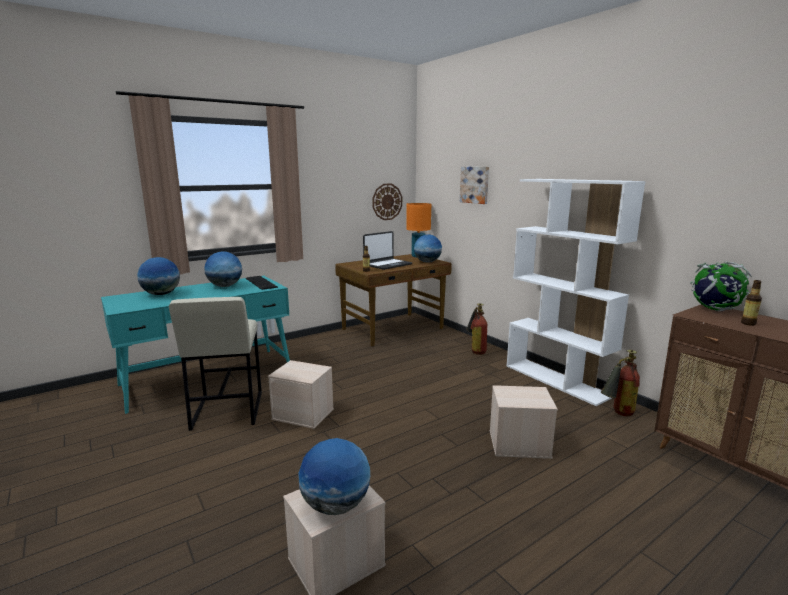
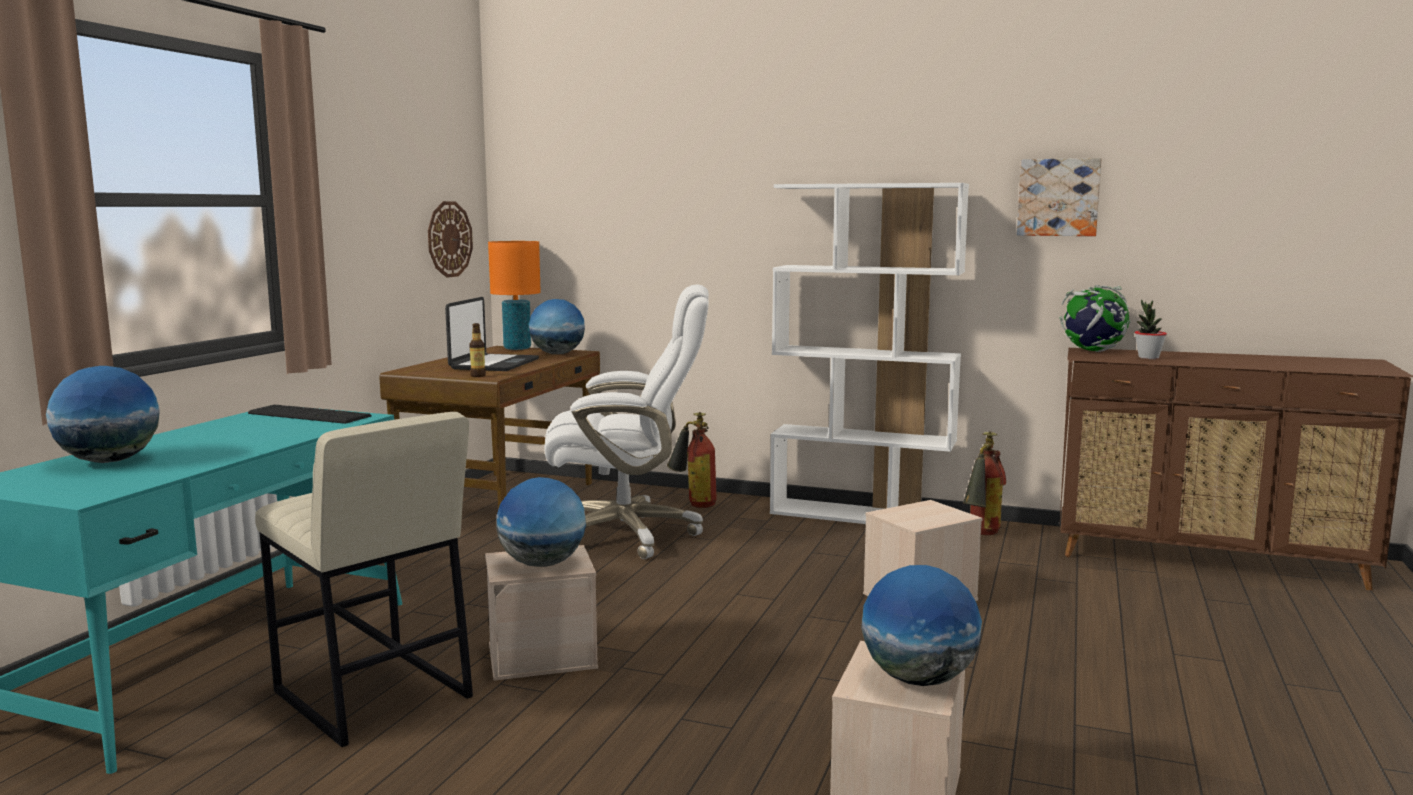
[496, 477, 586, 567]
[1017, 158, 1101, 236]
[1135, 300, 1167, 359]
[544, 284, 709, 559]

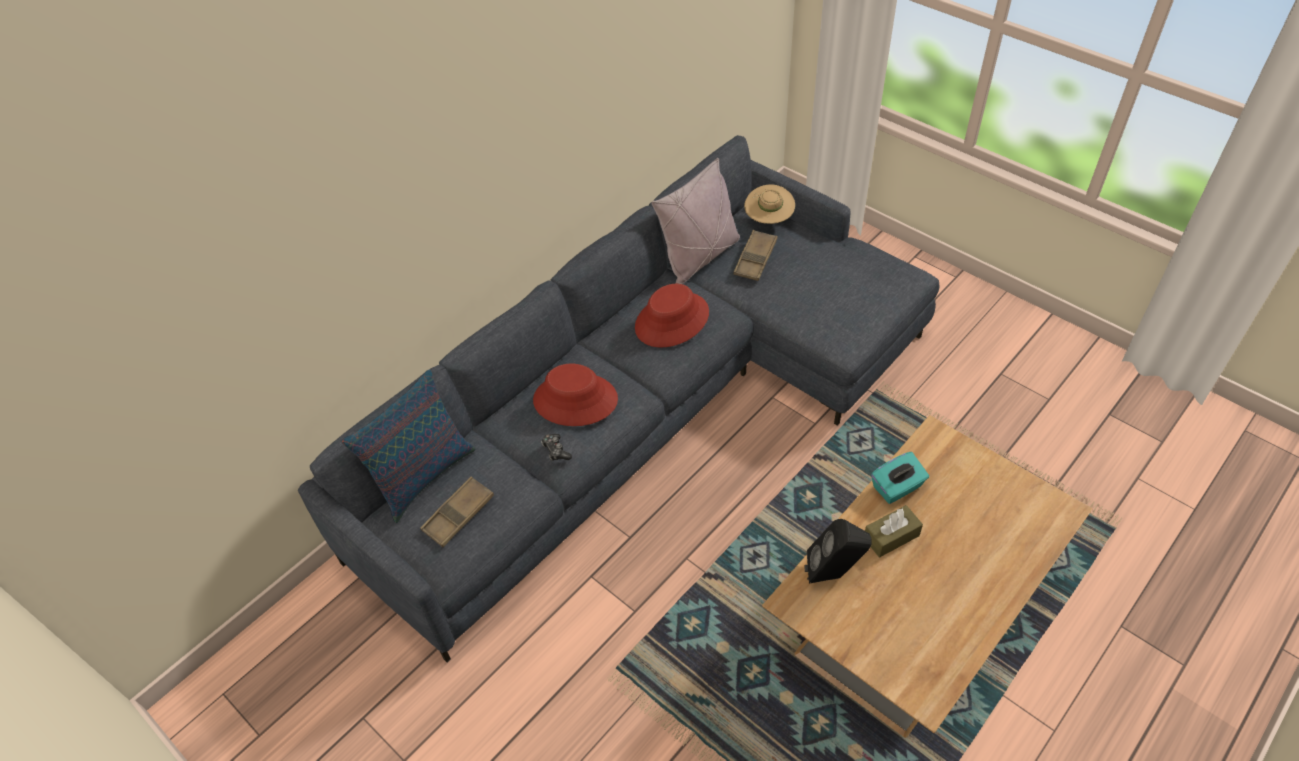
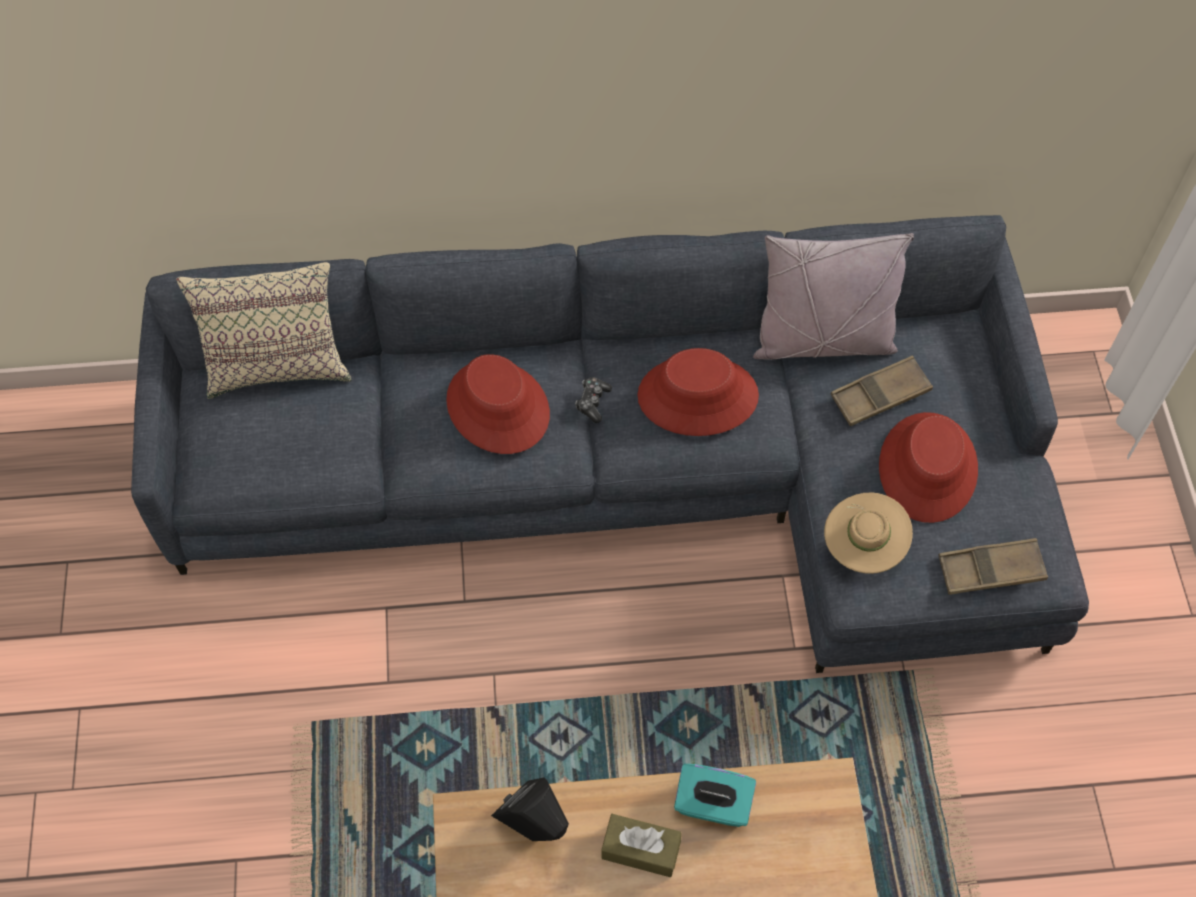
[176, 262, 352, 399]
[938, 538, 1048, 595]
[575, 377, 612, 423]
[824, 493, 913, 574]
[879, 412, 978, 523]

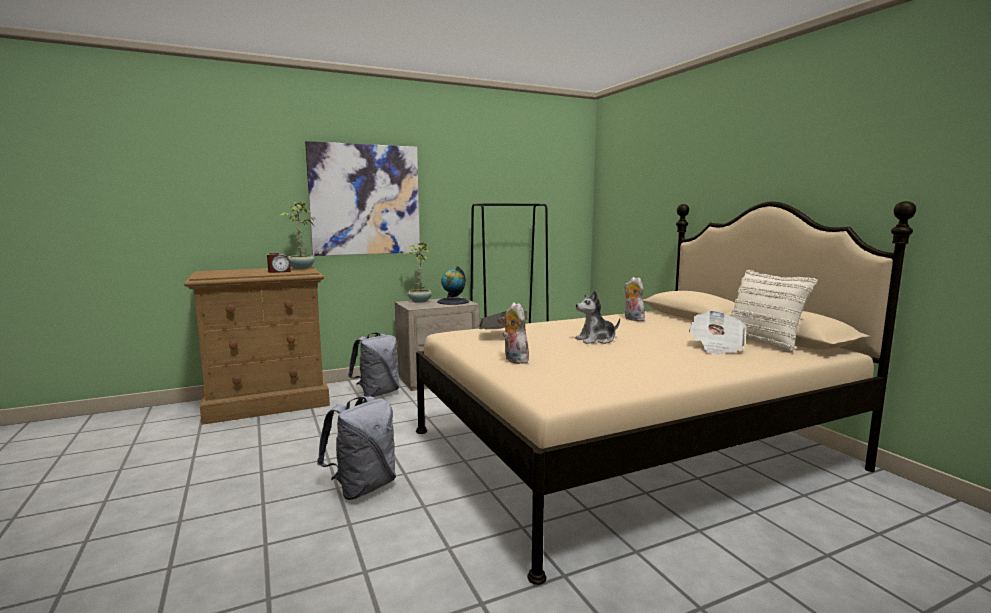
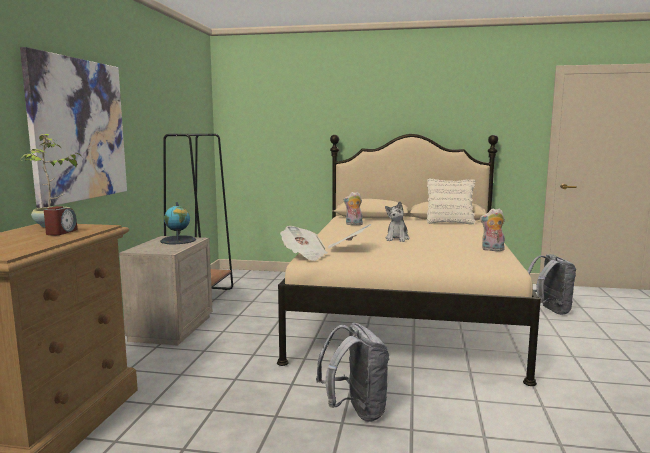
[527, 254, 576, 315]
[402, 243, 432, 303] (first image)
[480, 208, 505, 251]
[280, 226, 328, 261]

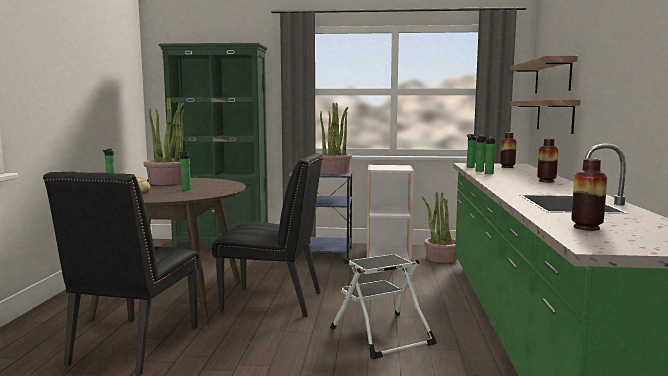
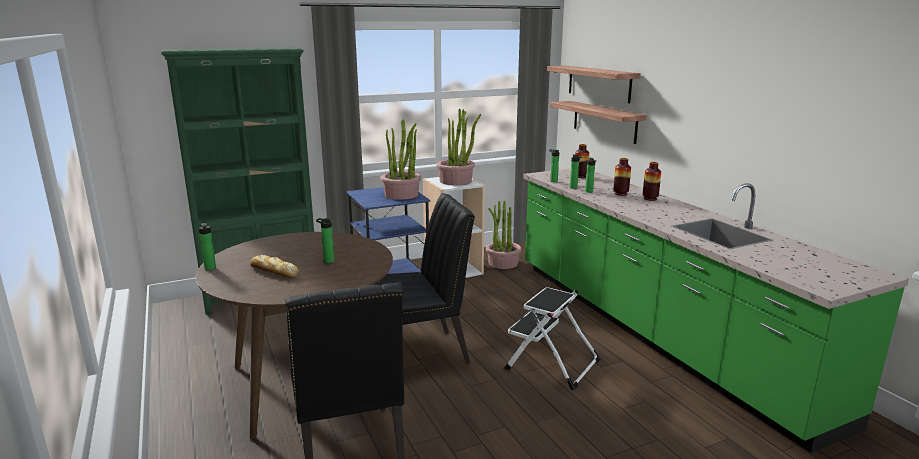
[436, 109, 481, 185]
[613, 158, 631, 196]

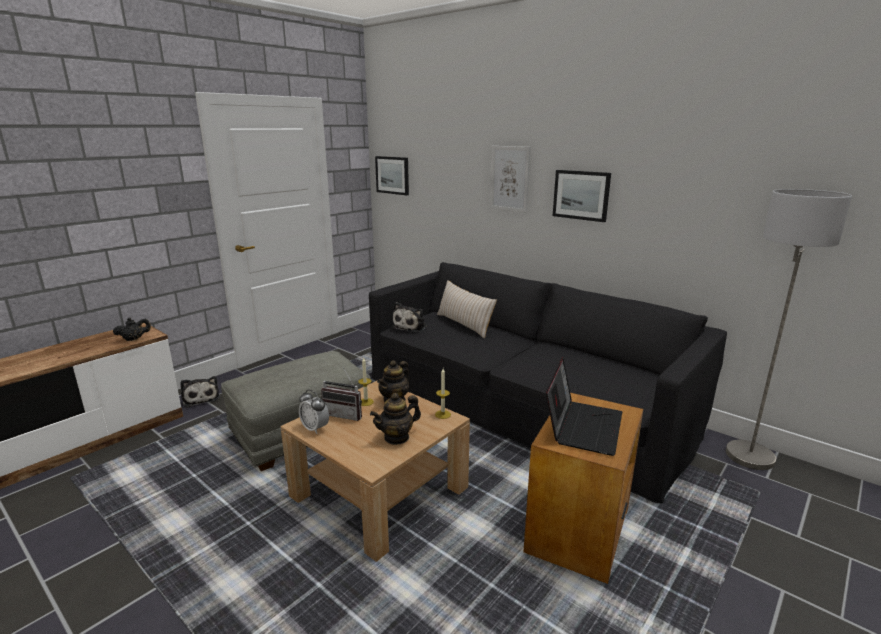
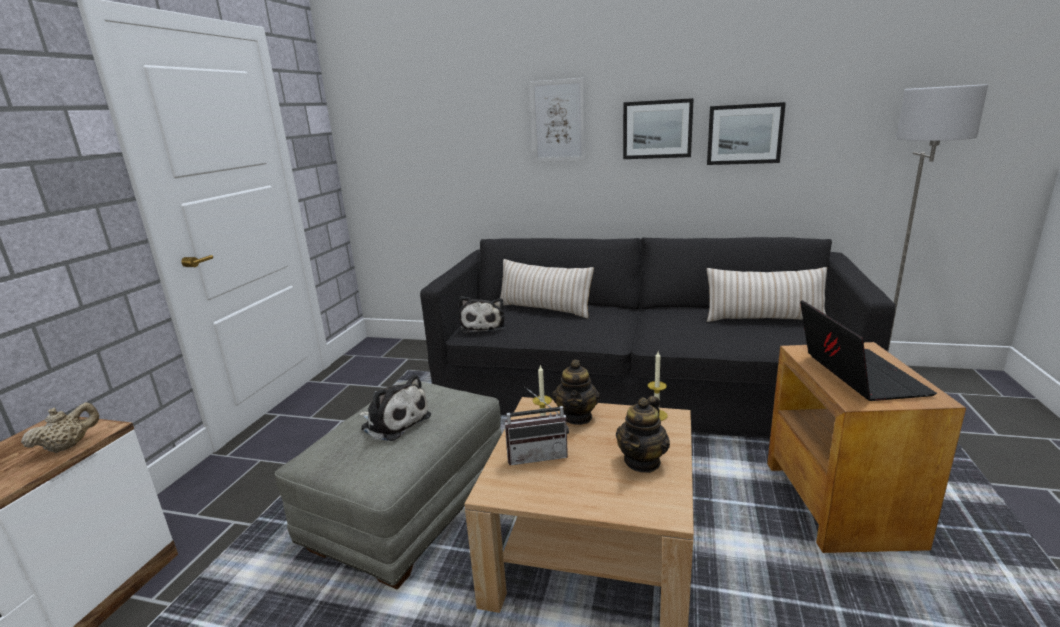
[21, 402, 99, 453]
[359, 374, 431, 441]
[299, 390, 329, 434] (first image)
[707, 102, 786, 165]
[707, 267, 827, 322]

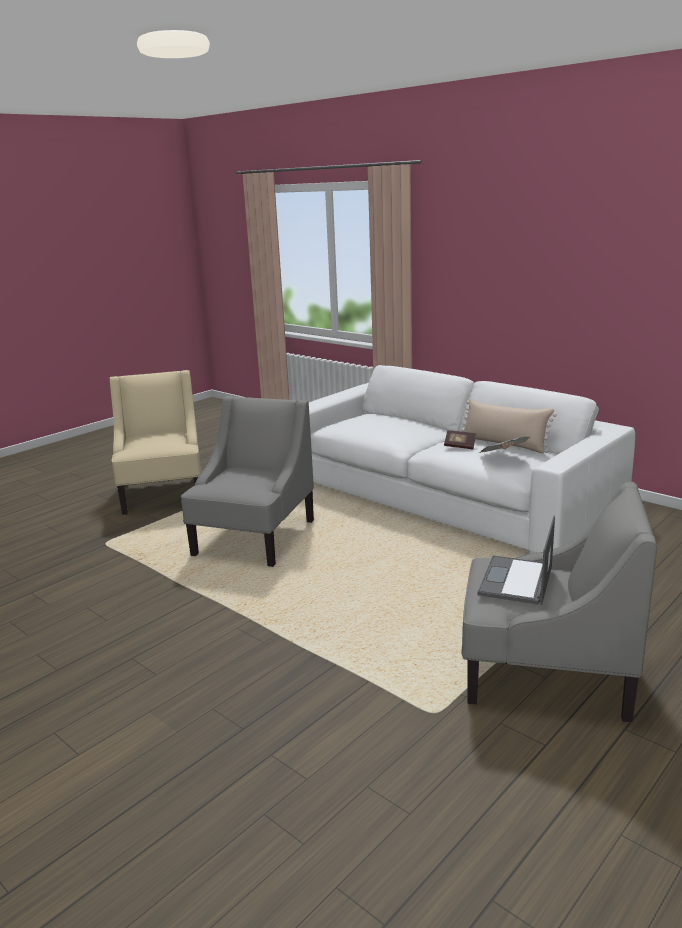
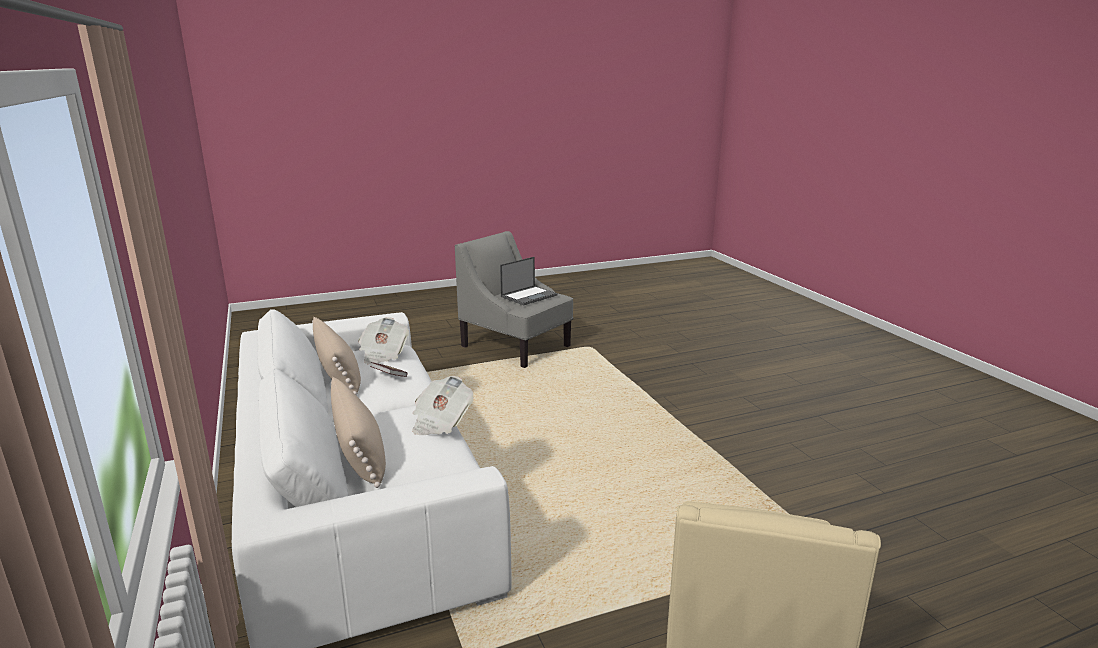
[181, 396, 314, 567] (first image)
[331, 377, 386, 488]
[412, 376, 474, 435]

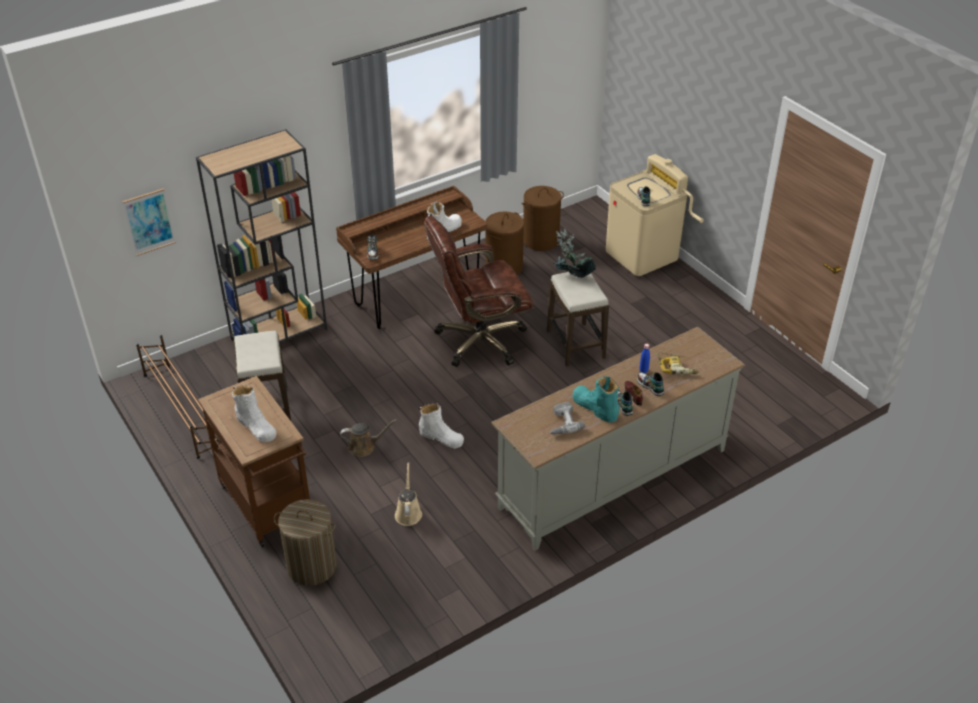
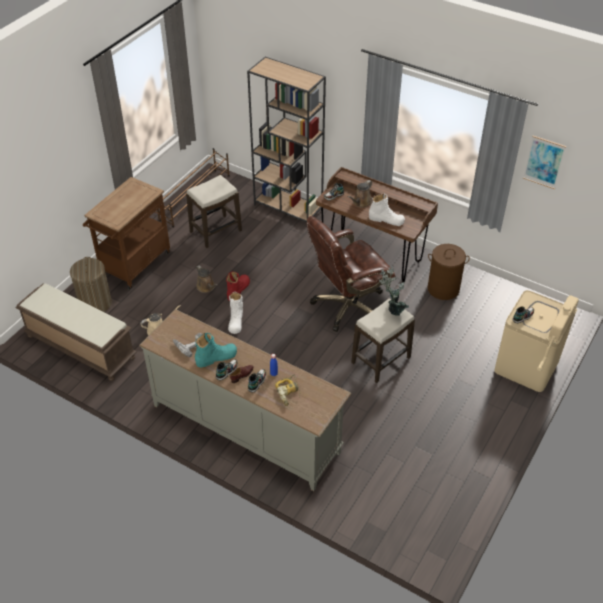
[523, 136, 566, 189]
[232, 386, 276, 442] (first image)
[307, 216, 395, 332]
[521, 186, 564, 251] (first image)
[195, 333, 237, 367]
[15, 283, 137, 381]
[226, 271, 250, 301]
[347, 180, 372, 208]

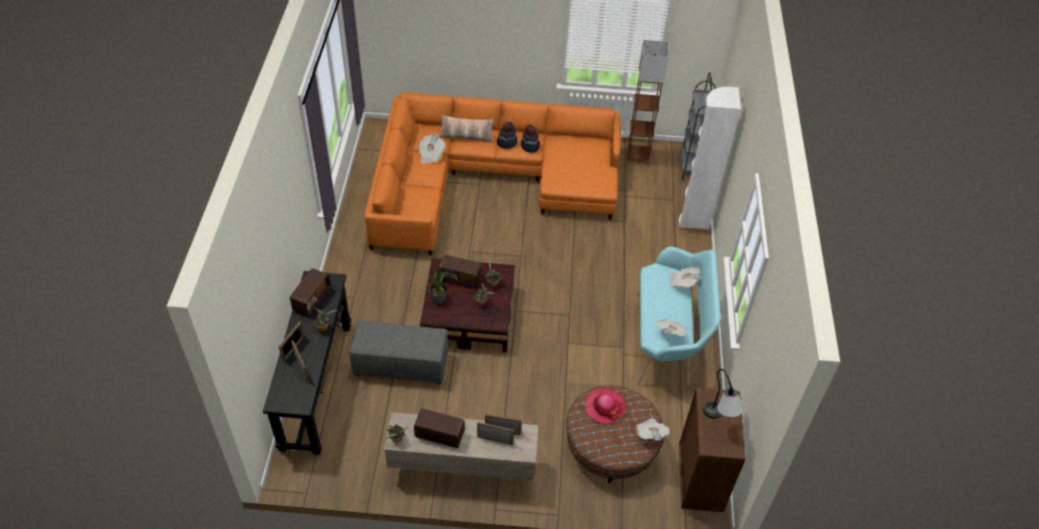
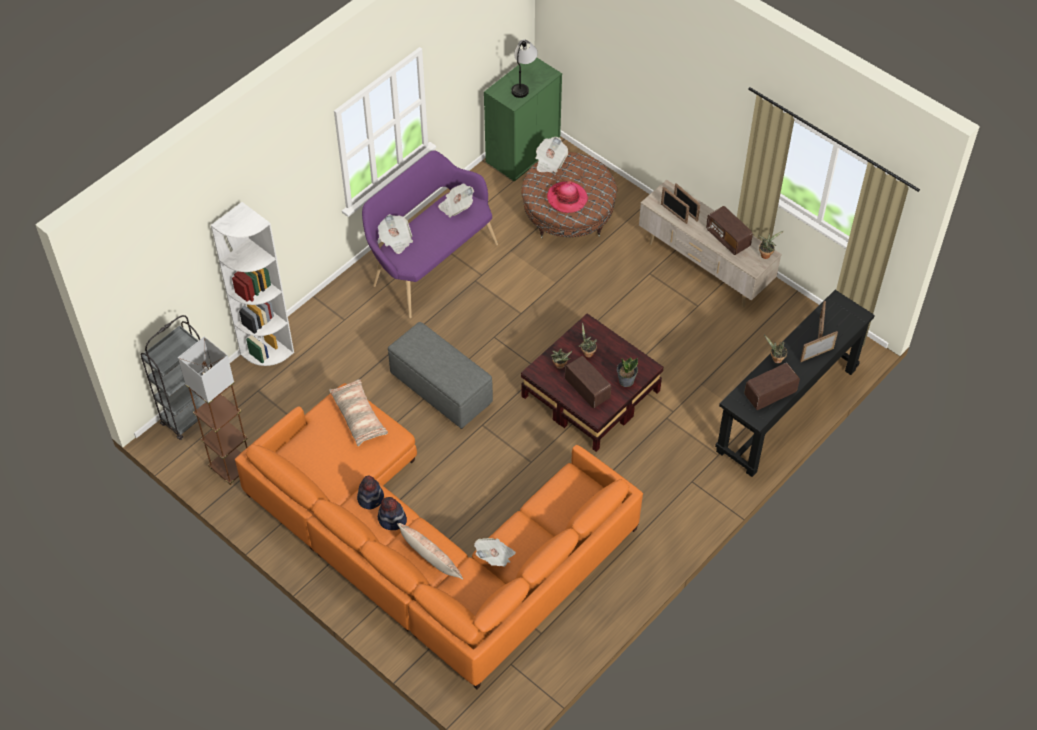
[388, 322, 493, 429]
[362, 150, 498, 318]
[484, 57, 562, 182]
[329, 379, 388, 446]

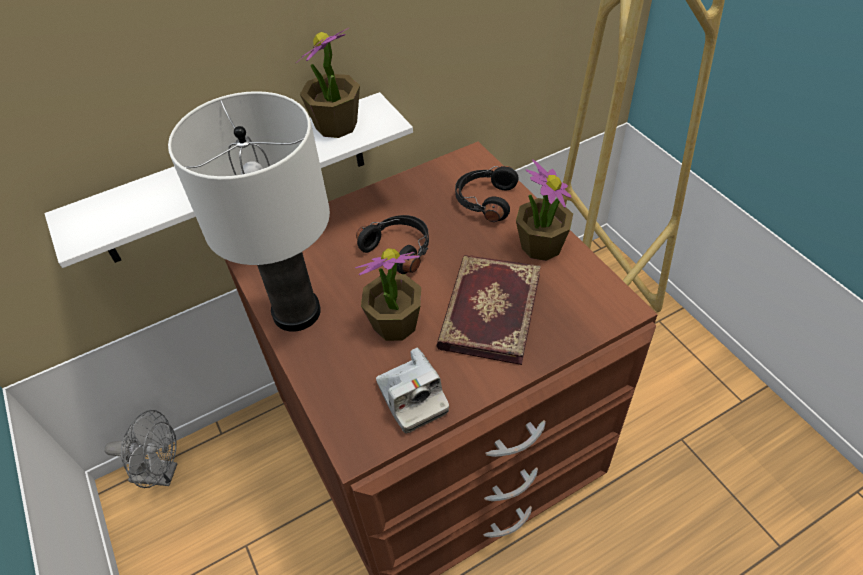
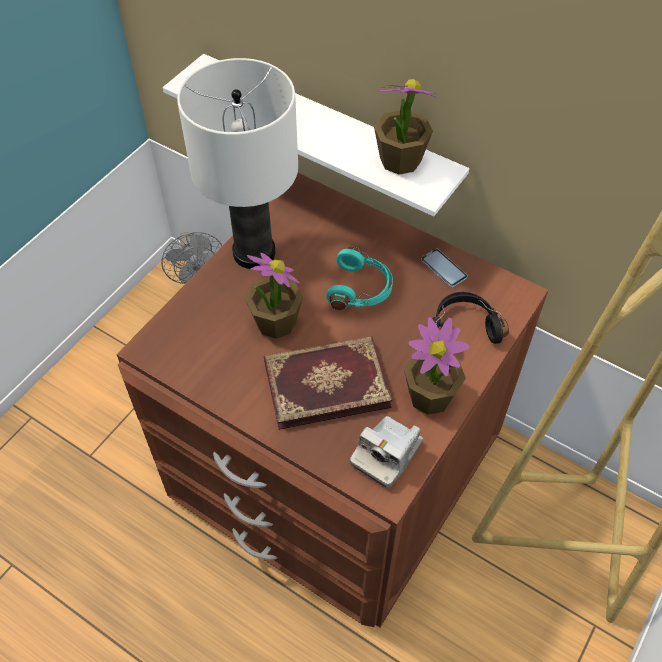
[326, 247, 393, 310]
[350, 416, 423, 488]
[421, 249, 468, 287]

